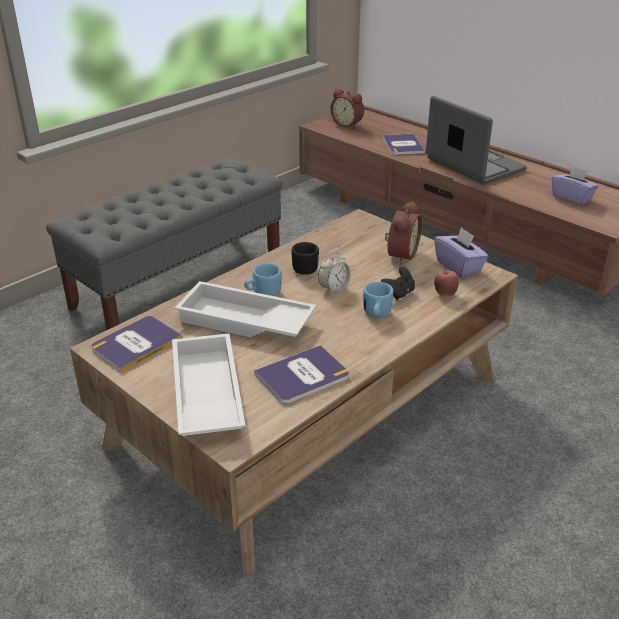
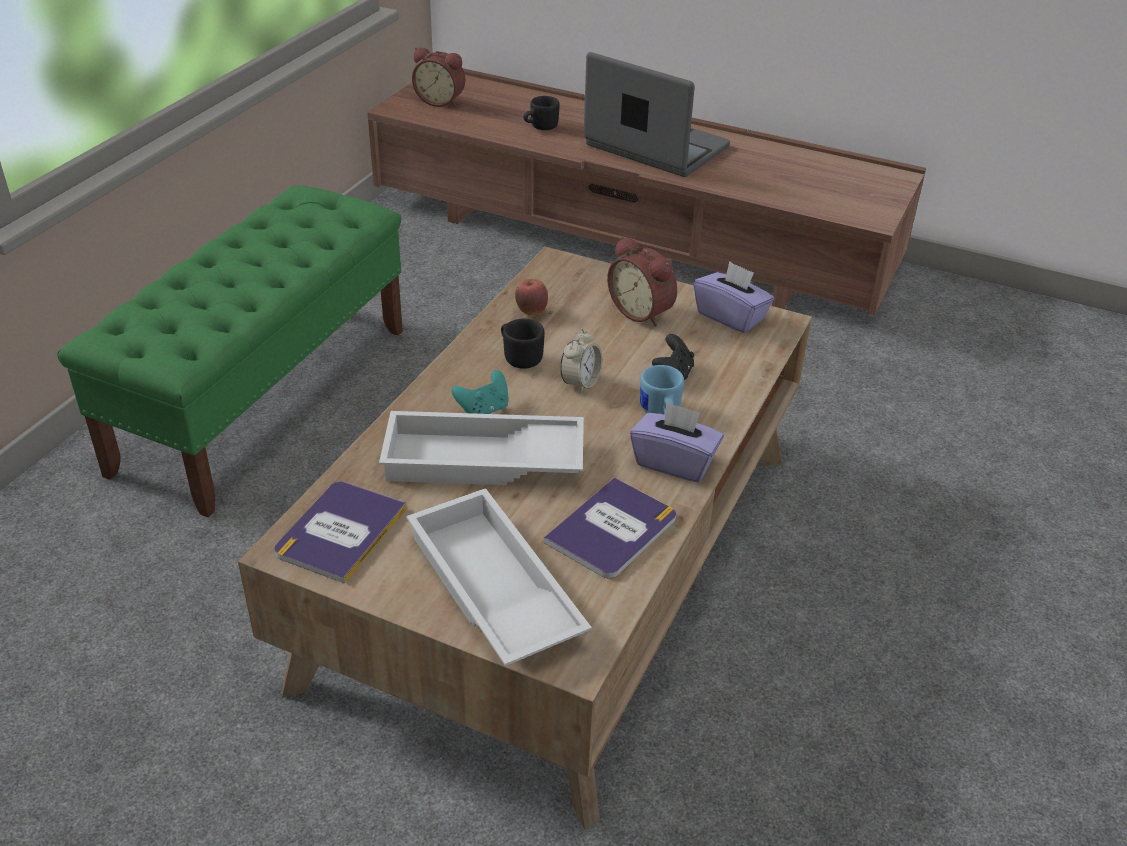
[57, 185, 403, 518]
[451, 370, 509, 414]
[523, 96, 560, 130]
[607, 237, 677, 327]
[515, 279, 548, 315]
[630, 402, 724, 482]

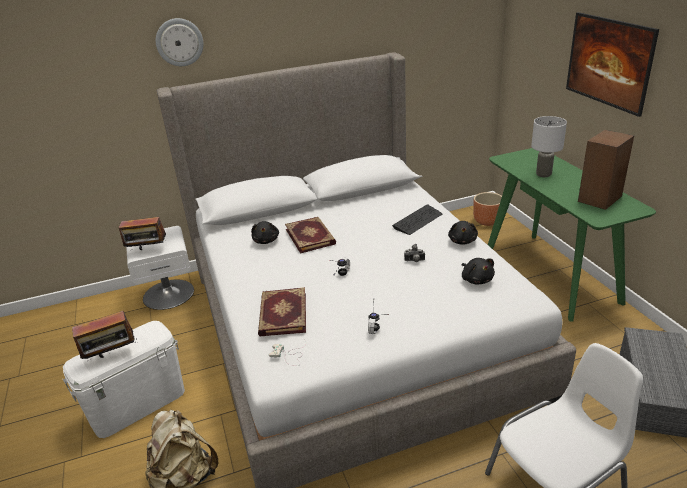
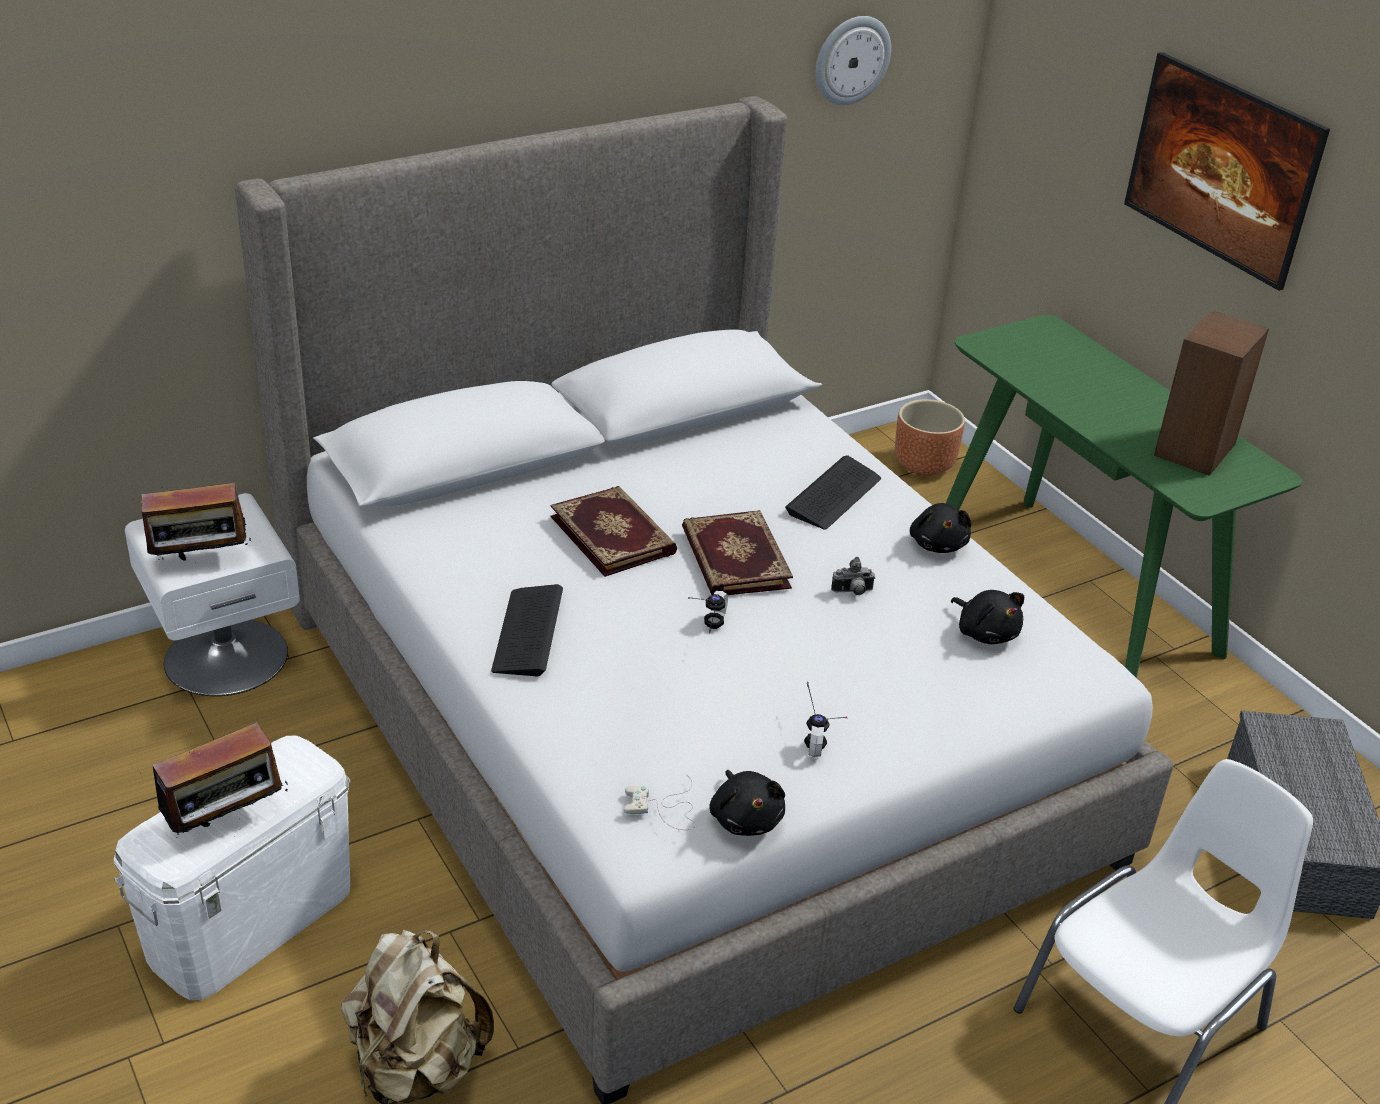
[816, 16, 891, 105]
[709, 770, 785, 836]
[682, 510, 793, 595]
[531, 116, 567, 177] (first image)
[491, 584, 563, 676]

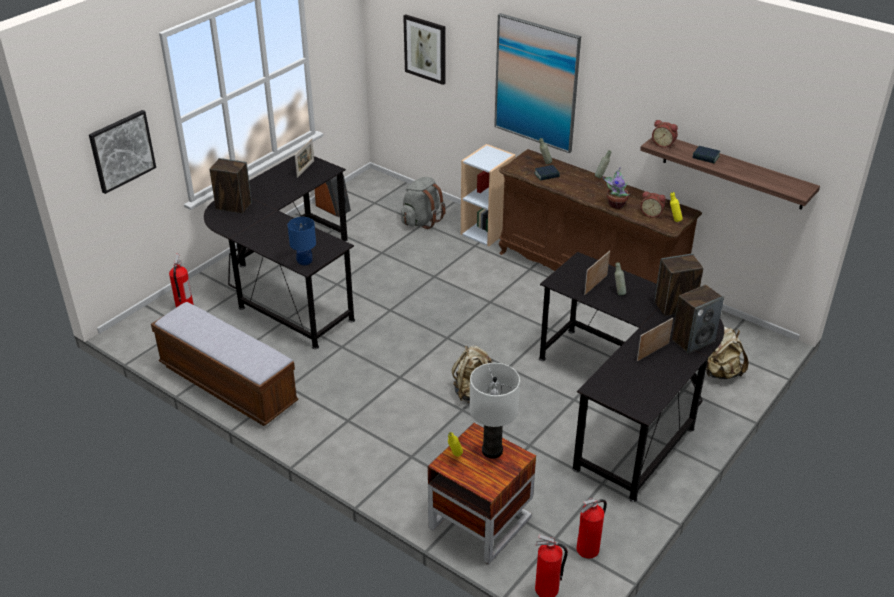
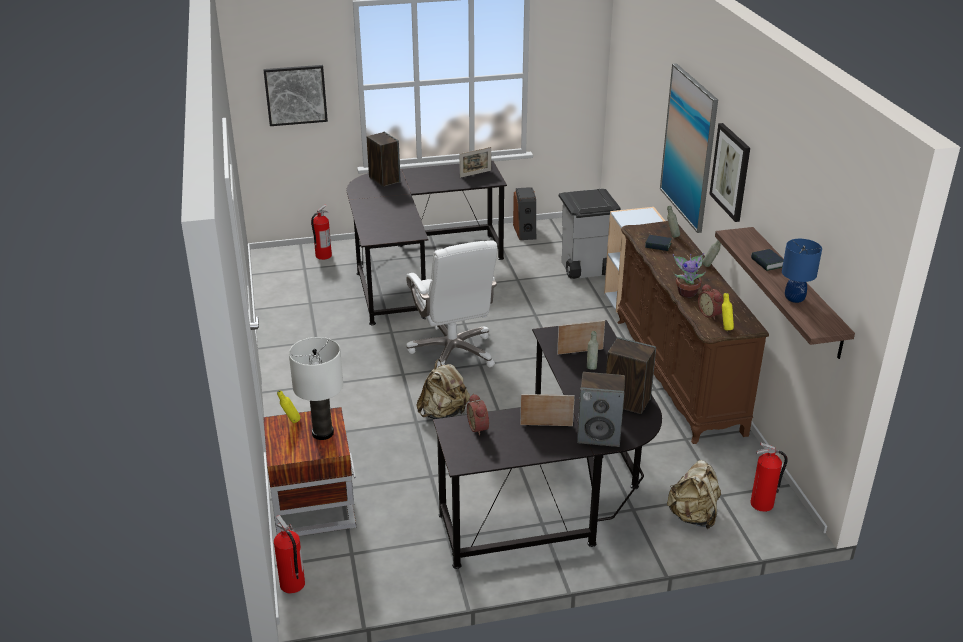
[151, 302, 299, 426] (first image)
[782, 239, 822, 303]
[559, 189, 621, 279]
[709, 123, 750, 222]
[750, 442, 788, 512]
[467, 393, 489, 436]
[406, 240, 498, 368]

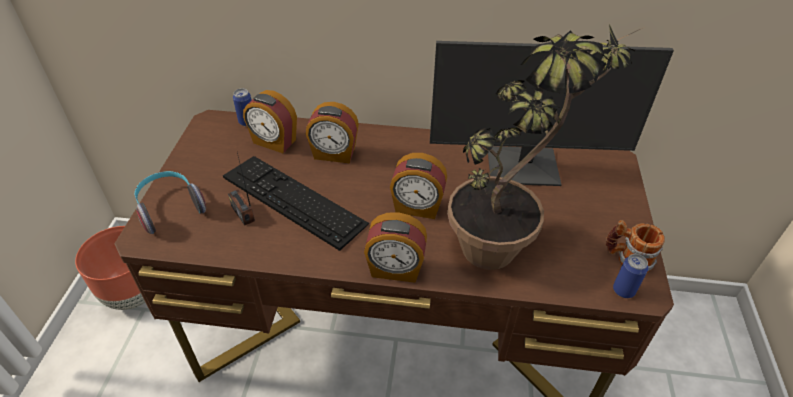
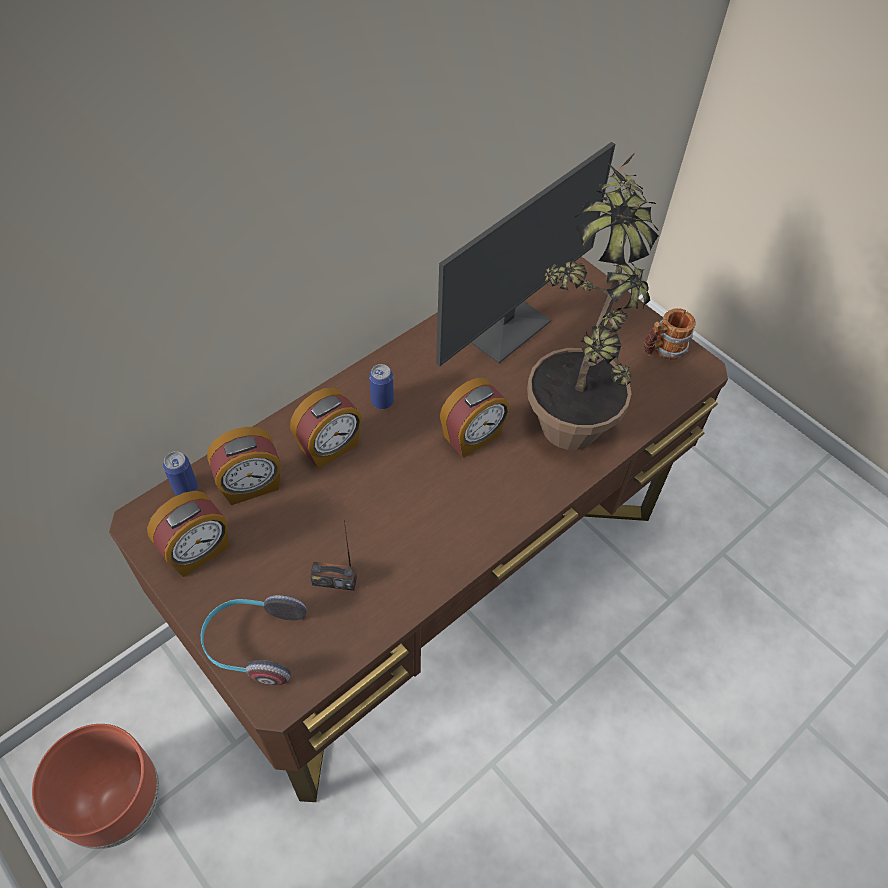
[223, 156, 369, 251] (first image)
[147, 491, 228, 577]
[369, 364, 394, 409]

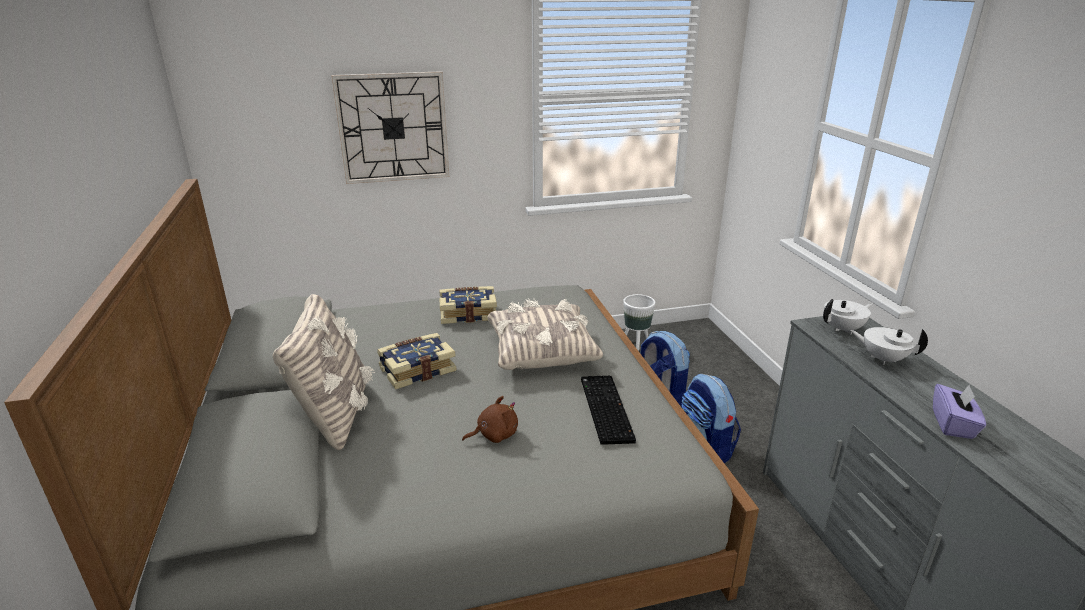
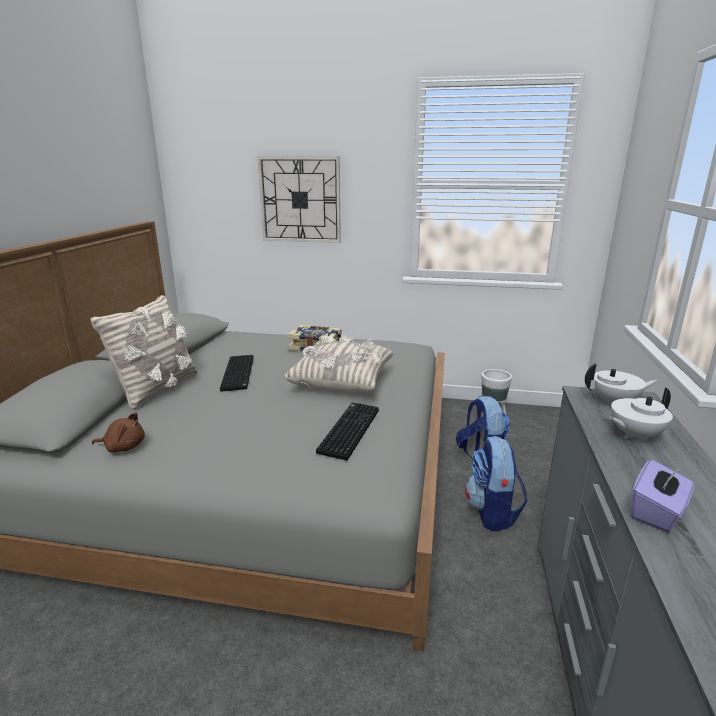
[220, 355, 254, 392]
[92, 413, 145, 453]
[609, 388, 673, 441]

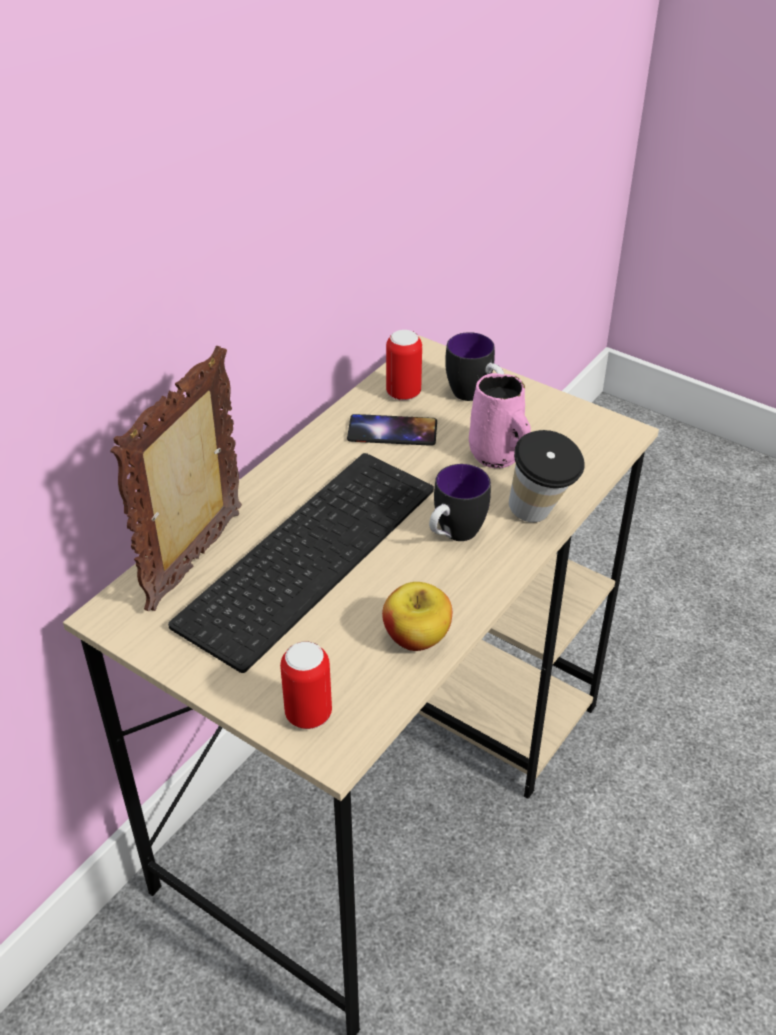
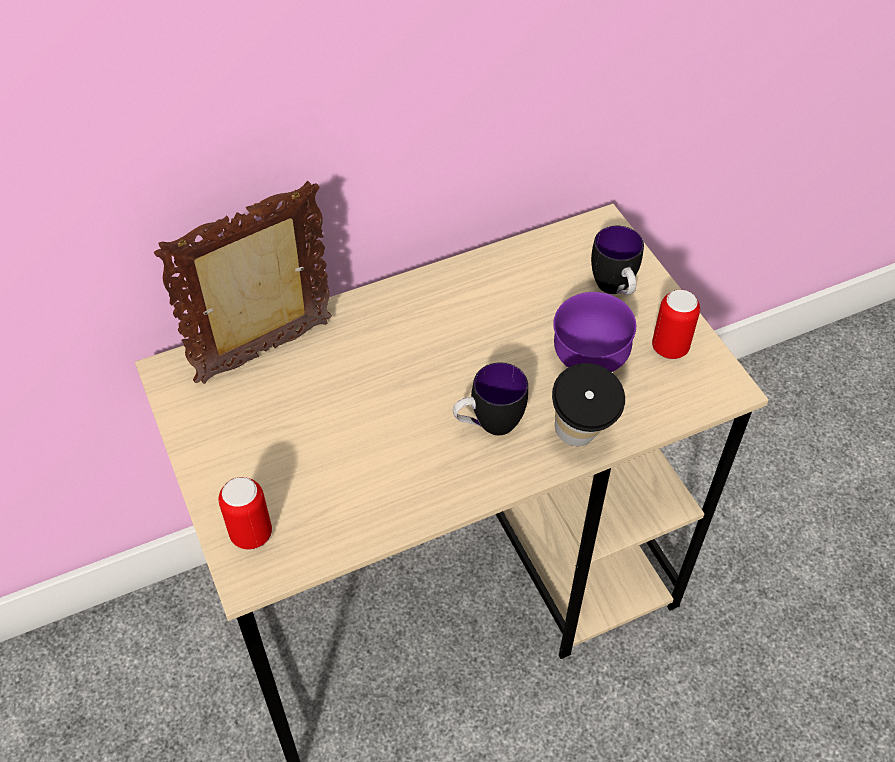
[168, 453, 434, 673] (first image)
[347, 414, 437, 446] (first image)
[382, 582, 452, 651] (first image)
[652, 290, 700, 359]
[553, 292, 636, 372]

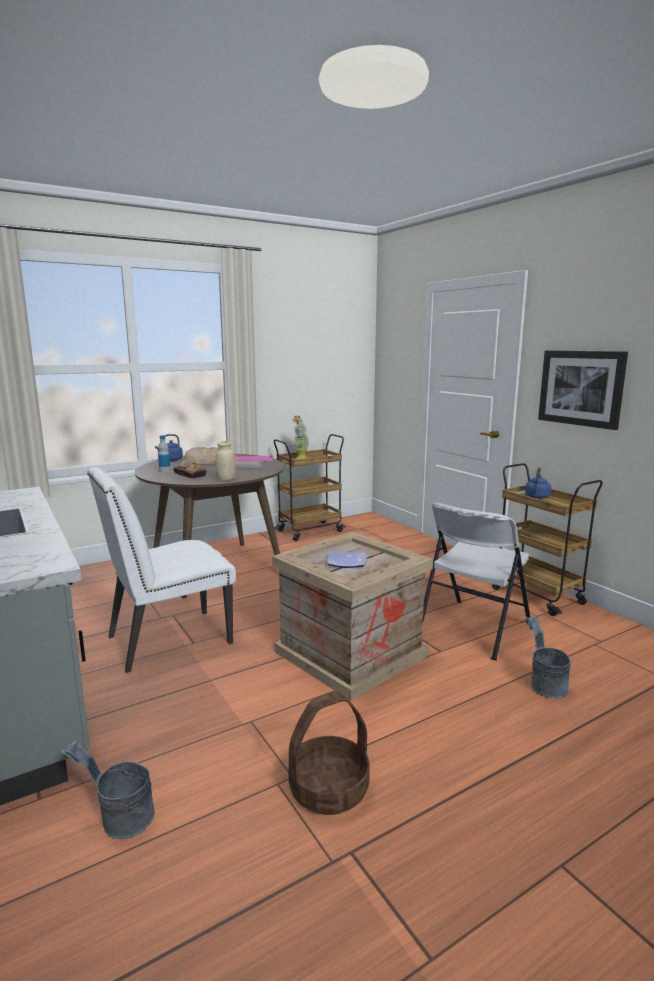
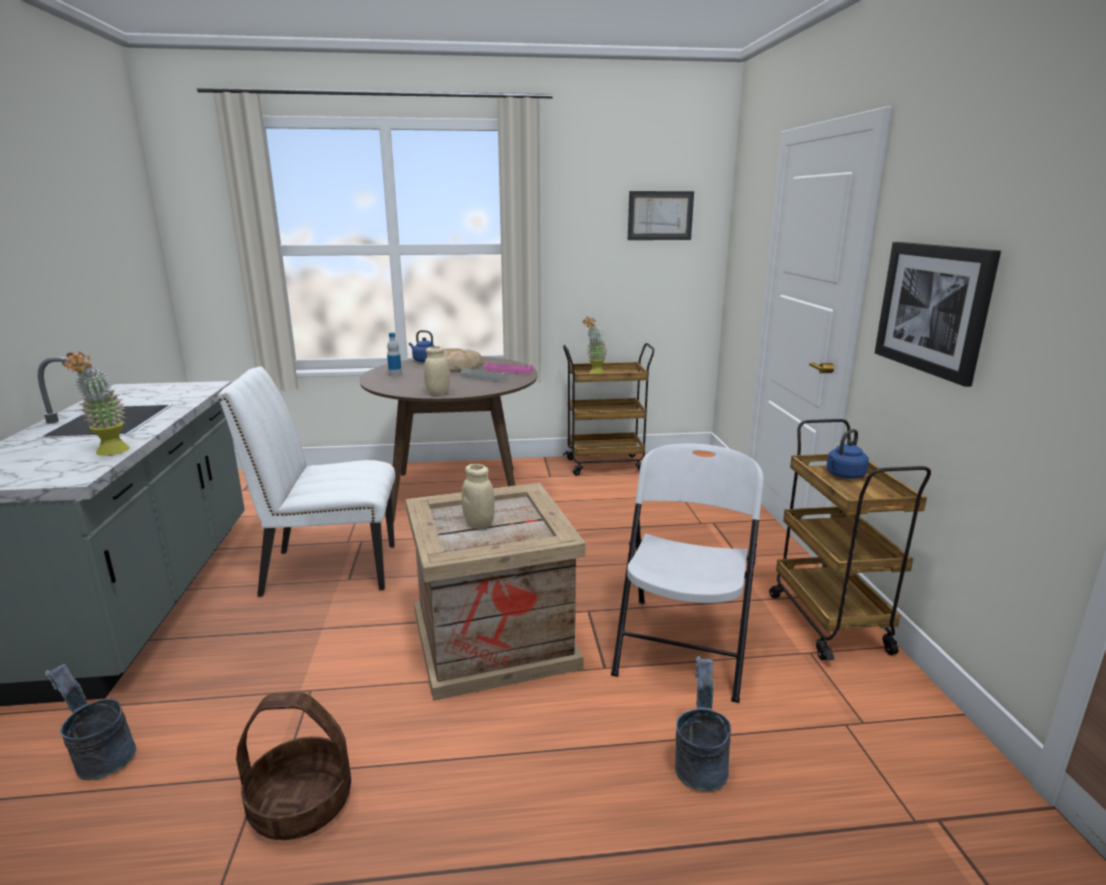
[173, 460, 207, 479] (first image)
[462, 464, 495, 529]
[611, 443, 764, 703]
[62, 352, 130, 456]
[628, 191, 694, 240]

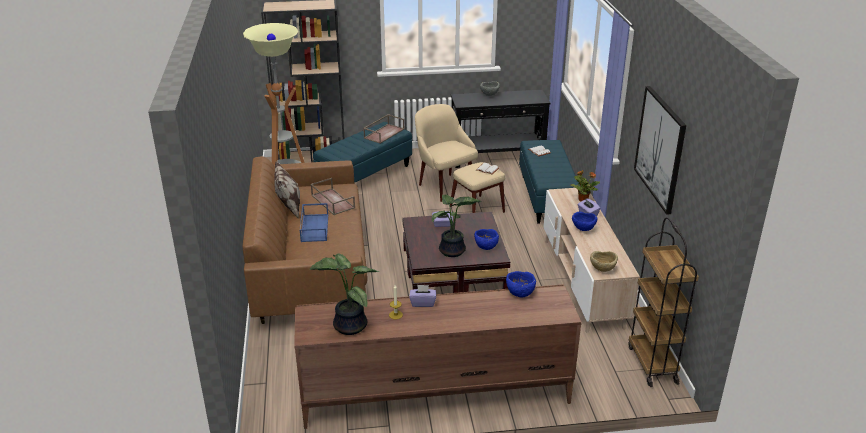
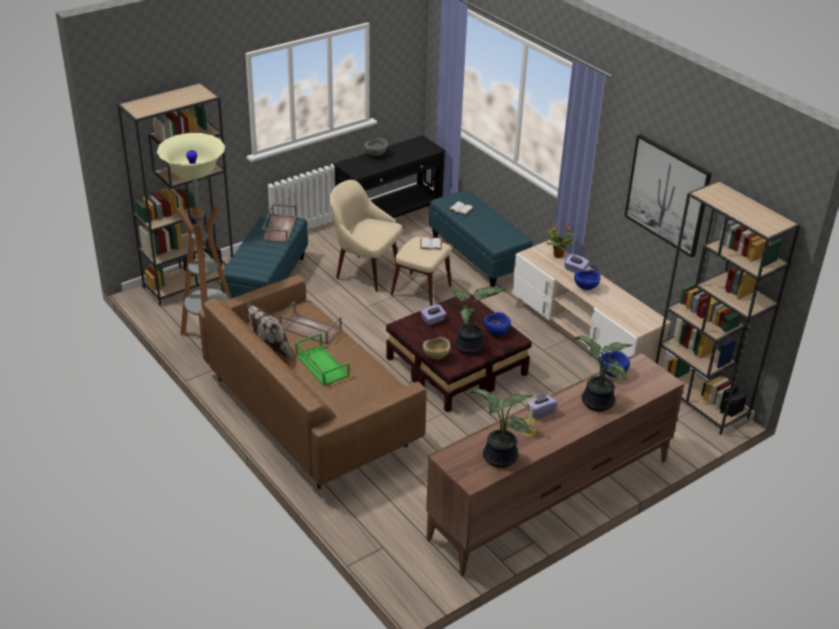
[295, 333, 350, 386]
[423, 337, 450, 360]
[655, 180, 800, 435]
[574, 336, 633, 412]

